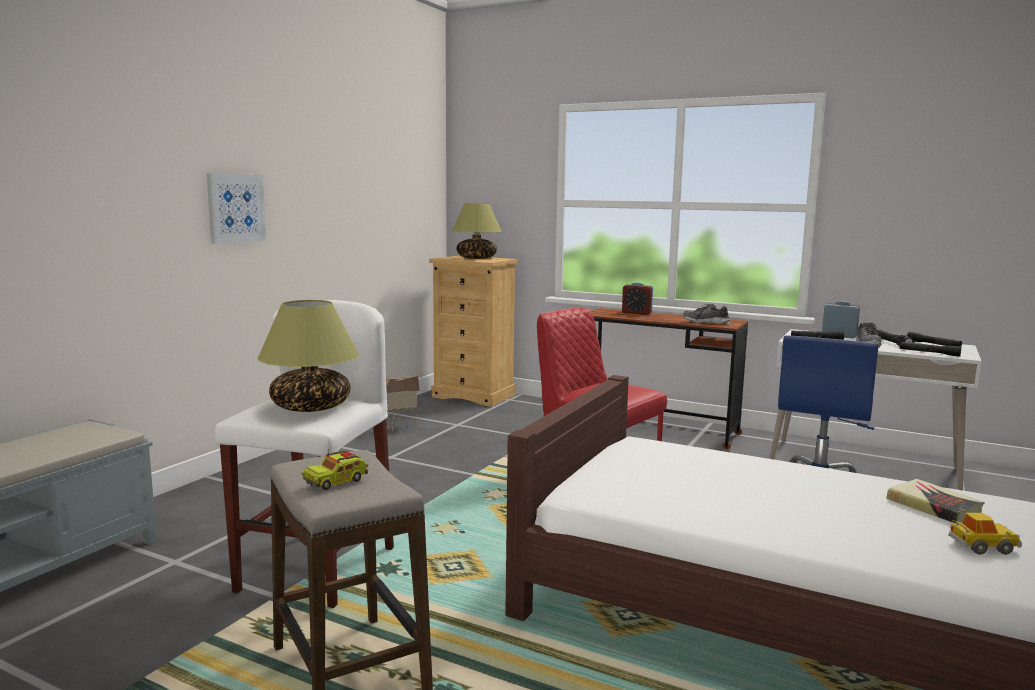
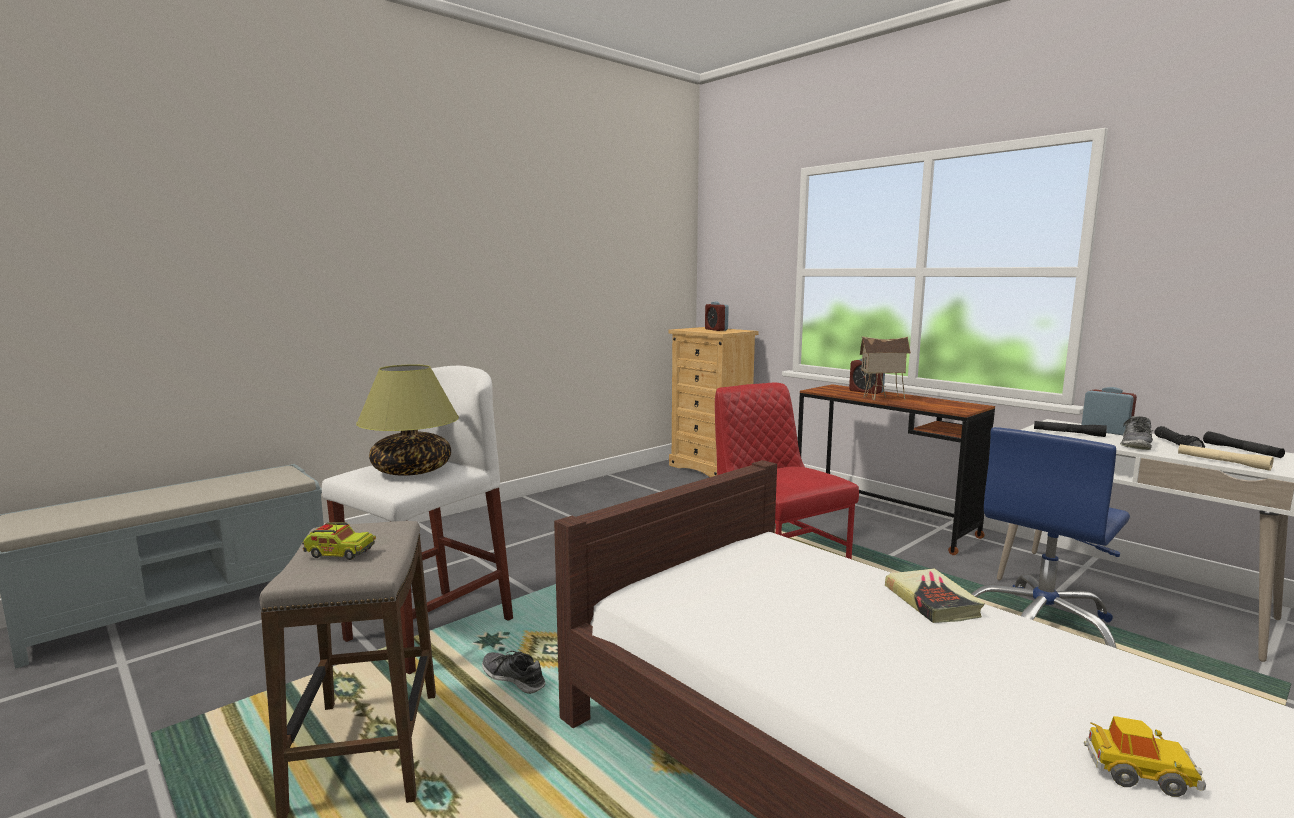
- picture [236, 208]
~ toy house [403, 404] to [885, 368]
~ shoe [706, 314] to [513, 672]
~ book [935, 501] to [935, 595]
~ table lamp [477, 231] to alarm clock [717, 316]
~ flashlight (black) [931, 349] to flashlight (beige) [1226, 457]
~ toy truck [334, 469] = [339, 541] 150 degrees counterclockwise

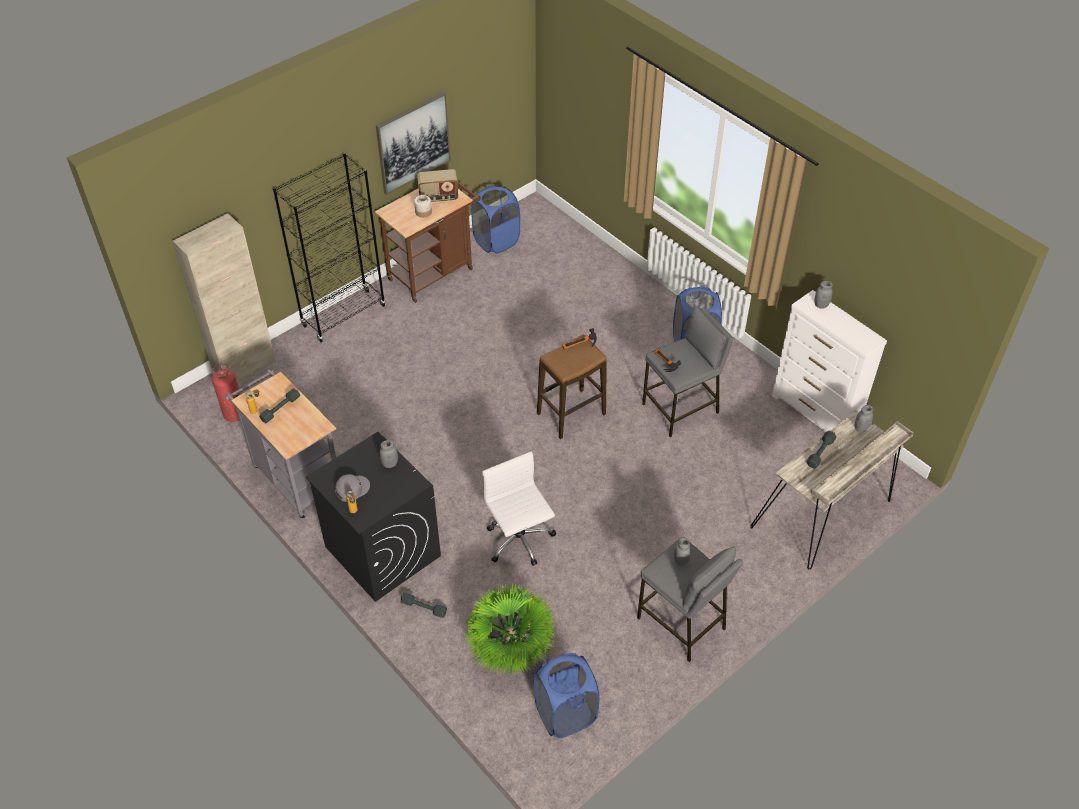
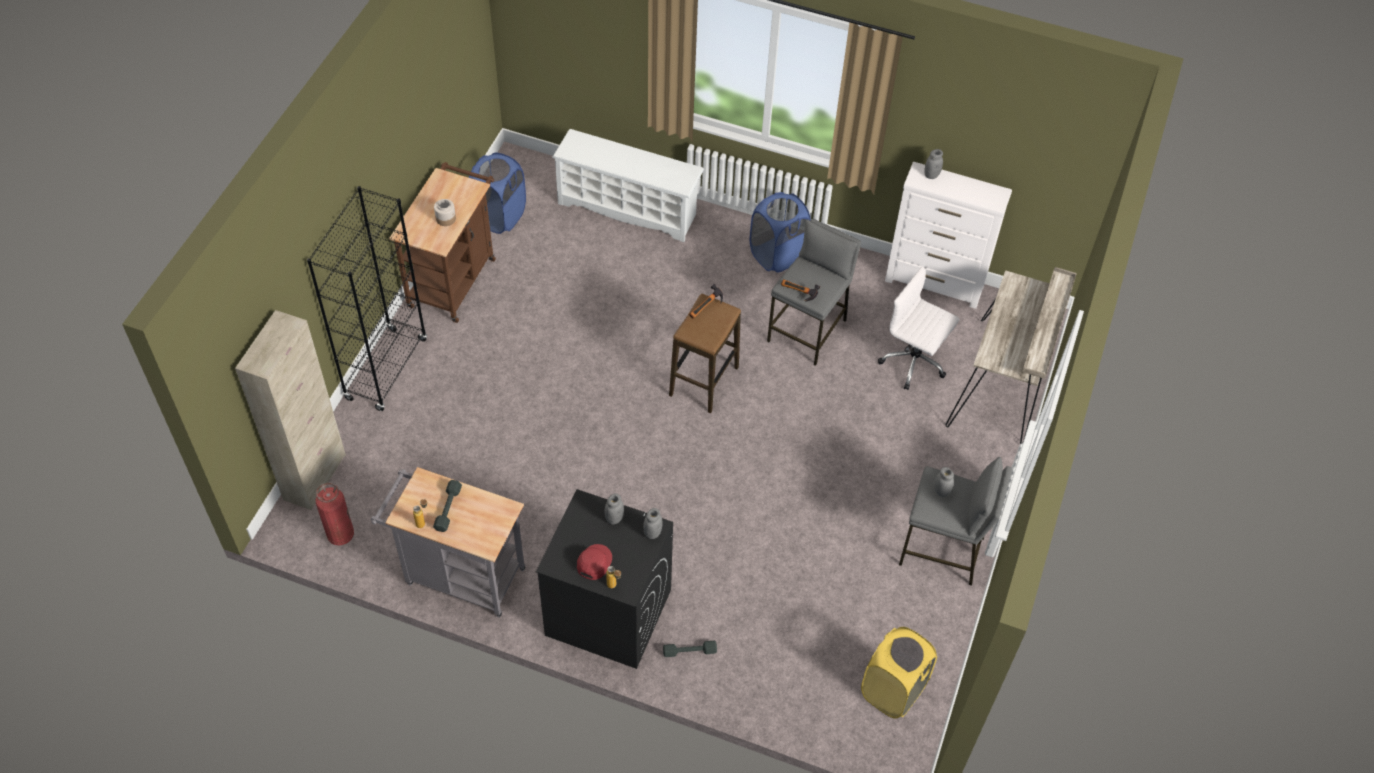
- picture [413, 143]
- radio [437, 185]
- potted plant [511, 629]
- dumbbell (grey) [821, 449]
+ shoe rack (white) [628, 185]
~ office chair (white) [519, 509] to [918, 328]
~ jar (grey) [864, 418] to [652, 523]
~ cap (grey) [352, 488] to cap (red) [594, 562]
~ laundry basket (blue) [567, 695] to laundry basket (yellow) [899, 673]

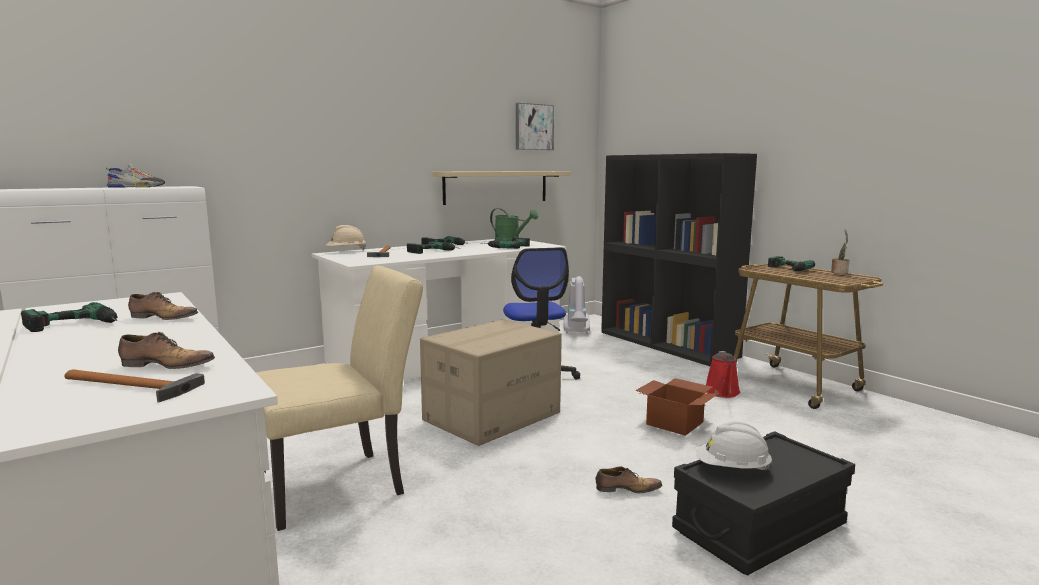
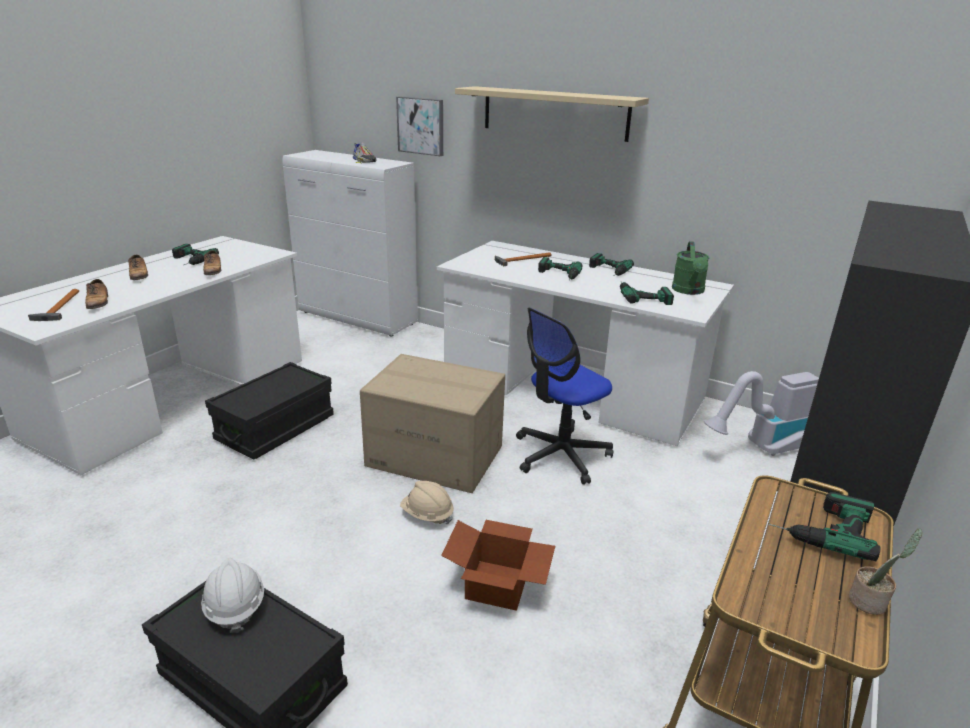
- watering can (red) [723, 374]
~ hard hat (beige) [346, 237] to [427, 502]
~ shelf (beige) [501, 188] to [552, 114]
~ picture [535, 126] to [419, 126]
~ shoe [629, 479] to [138, 267]
~ chair (beige) [339, 398] to storage box (black) [269, 411]

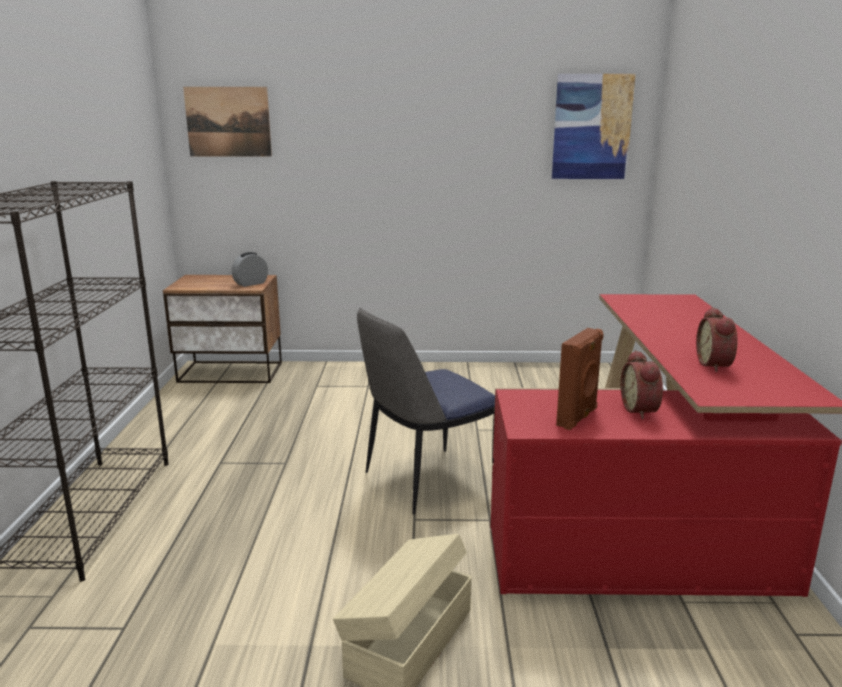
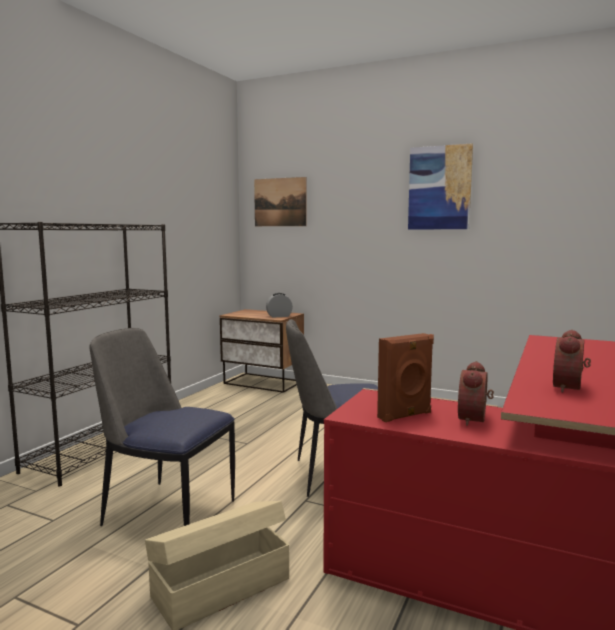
+ chair [162, 427]
~ picture [594, 126] to [440, 186]

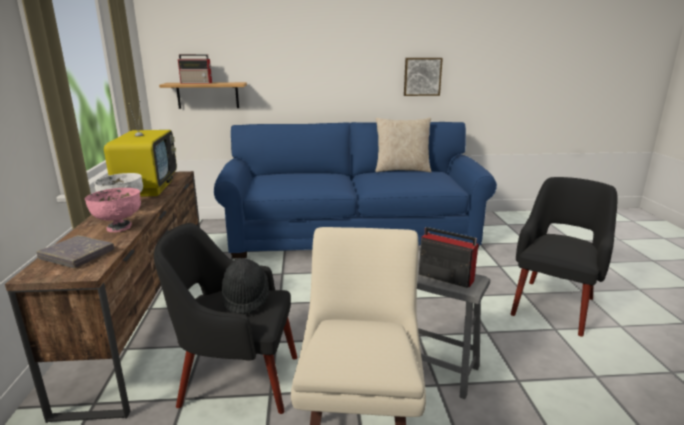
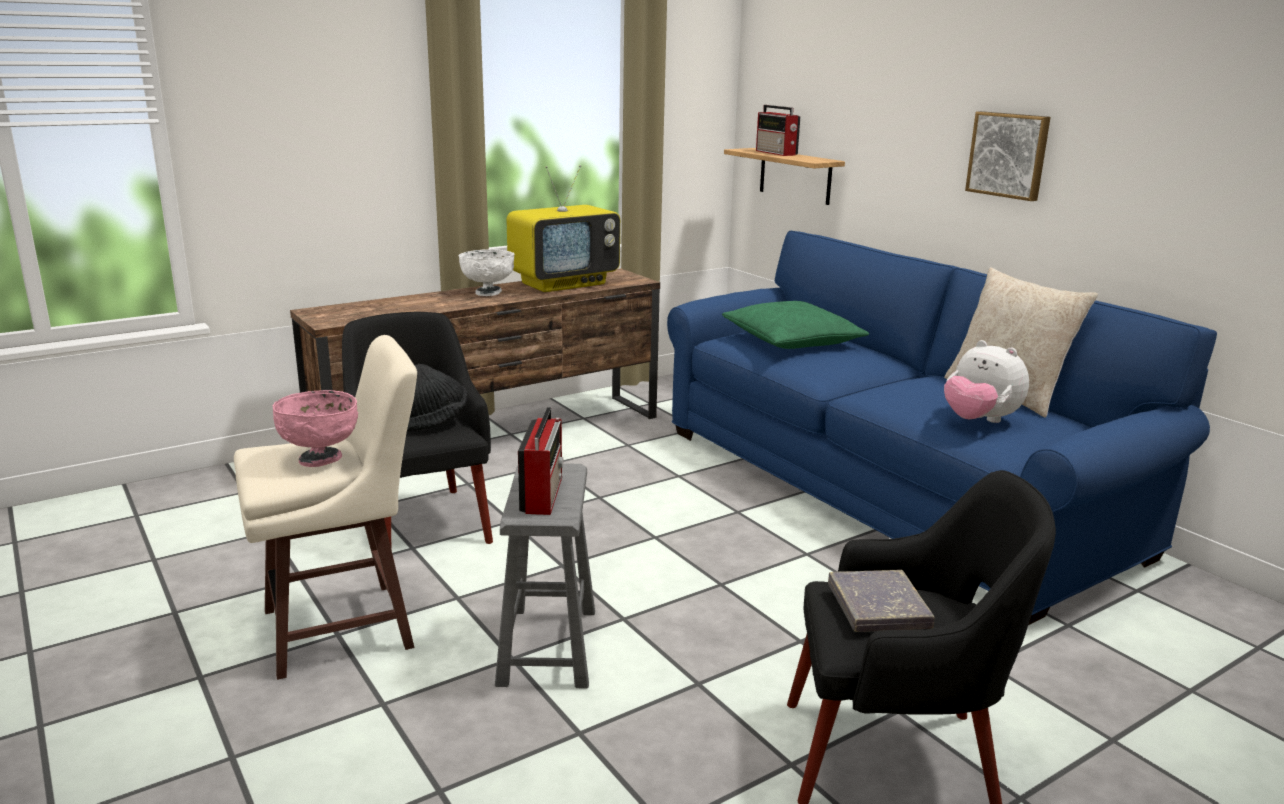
+ pillow (green) [795, 325]
+ plush toy [986, 381]
~ book (grey) [75, 251] to [881, 601]
~ bowl (pink) [113, 210] to [315, 428]
~ picture [423, 77] to [1008, 156]

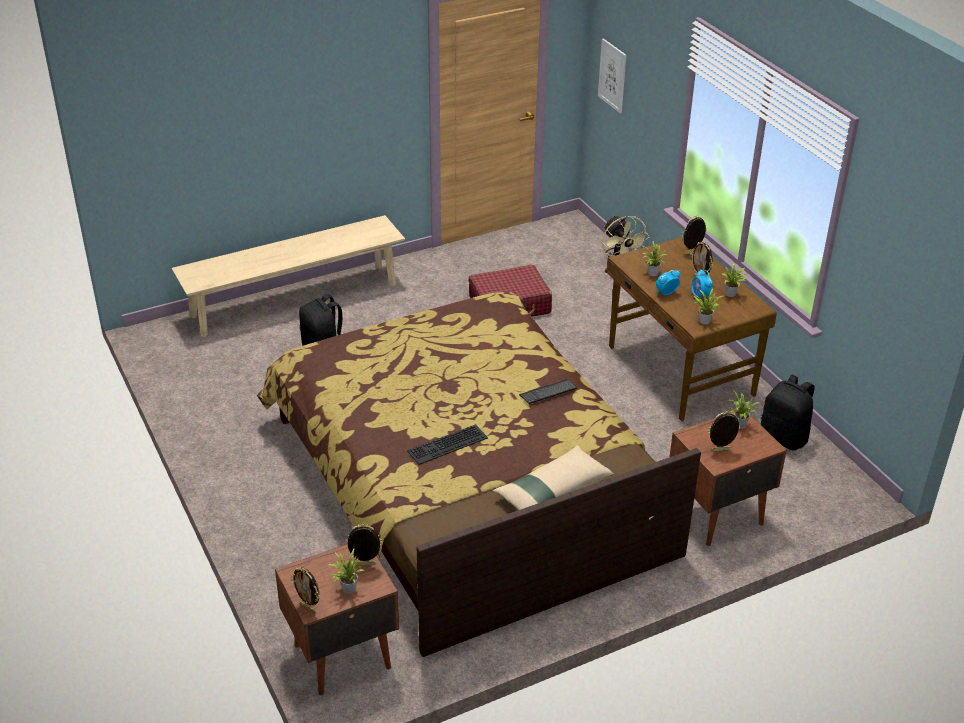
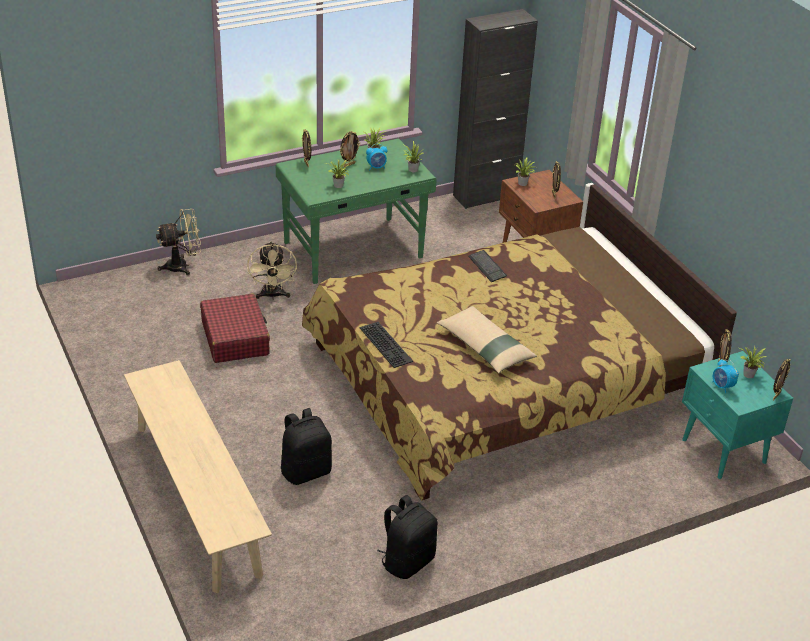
- picture [612, 76]
+ fan (beige) [272, 270]
+ cabinet (black) [495, 109]
~ keyboard [447, 444] to [386, 345]
~ pillow (beige) [553, 477] to [487, 339]
~ alarm clock [668, 283] to [726, 376]
~ backpack (black) [787, 412] to [407, 537]
~ nightstand (brown) [337, 619] to nightstand (turquoise) [737, 415]
~ desk (brown) [691, 329] to desk (green) [356, 211]

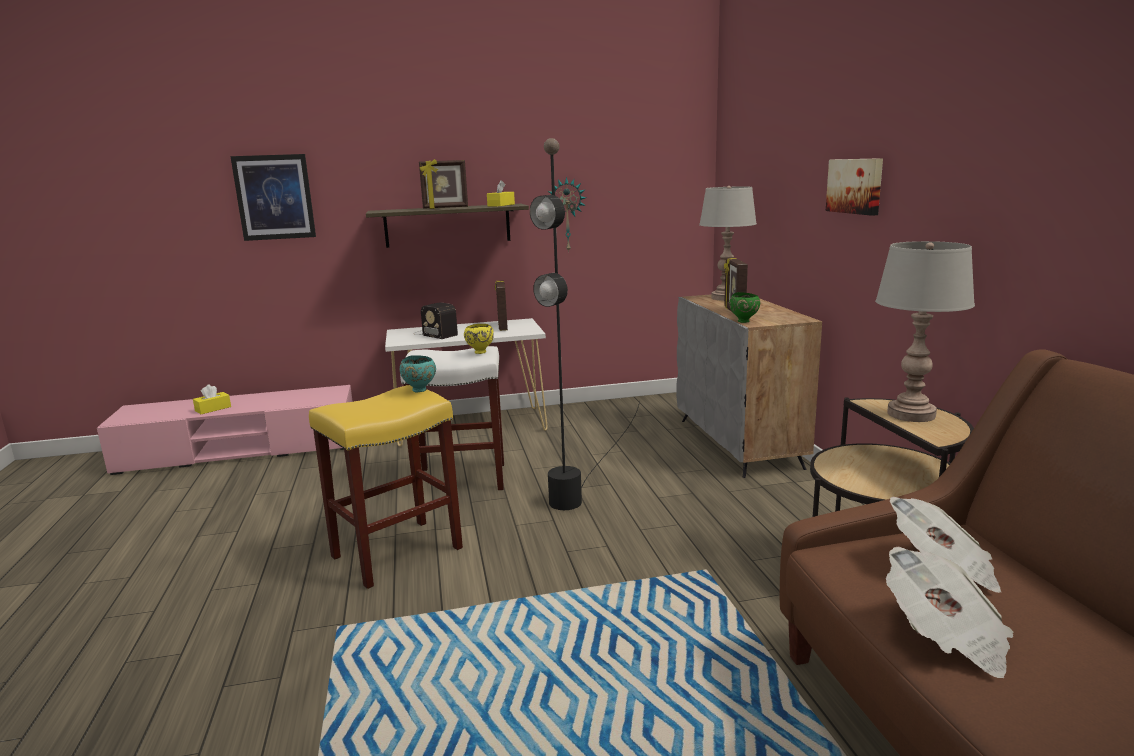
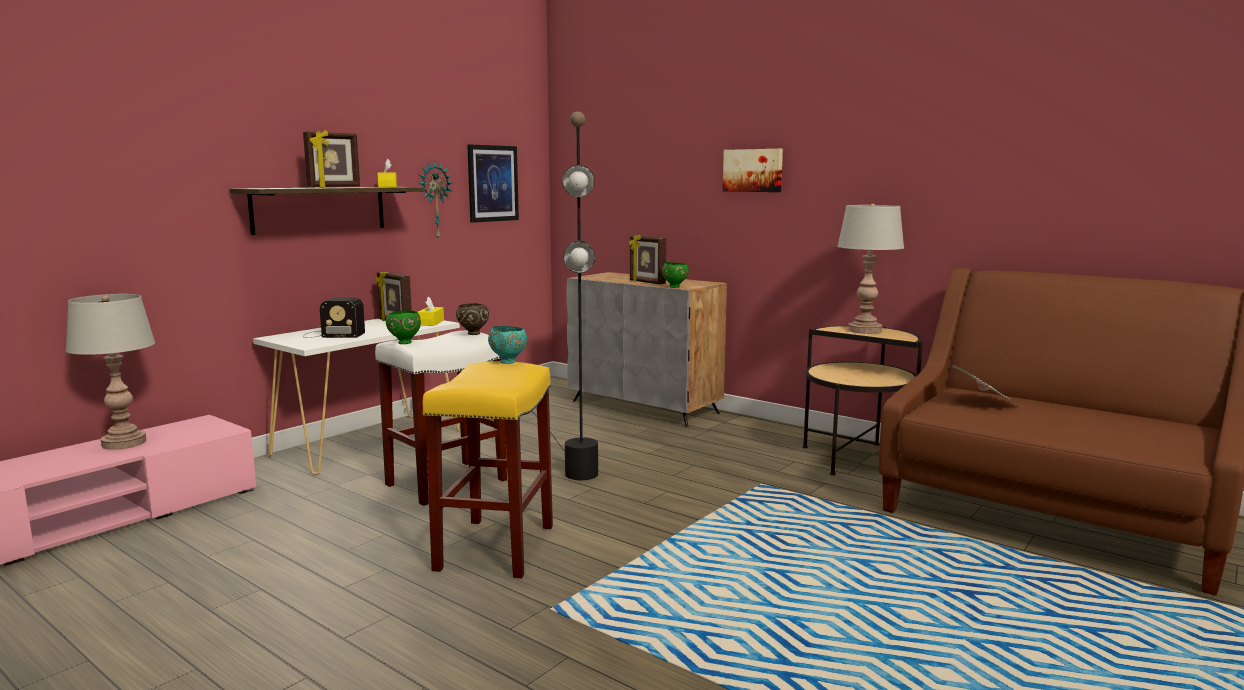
- newspaper [949, 612]
+ bowl (green) [403, 327]
~ tissue box (yellow) [212, 399] to [430, 311]
~ picture [273, 197] to [493, 183]
~ table lamp (grey) [728, 243] to [110, 372]
~ bowl (yellow) [479, 339] to bowl (brown) [472, 319]

